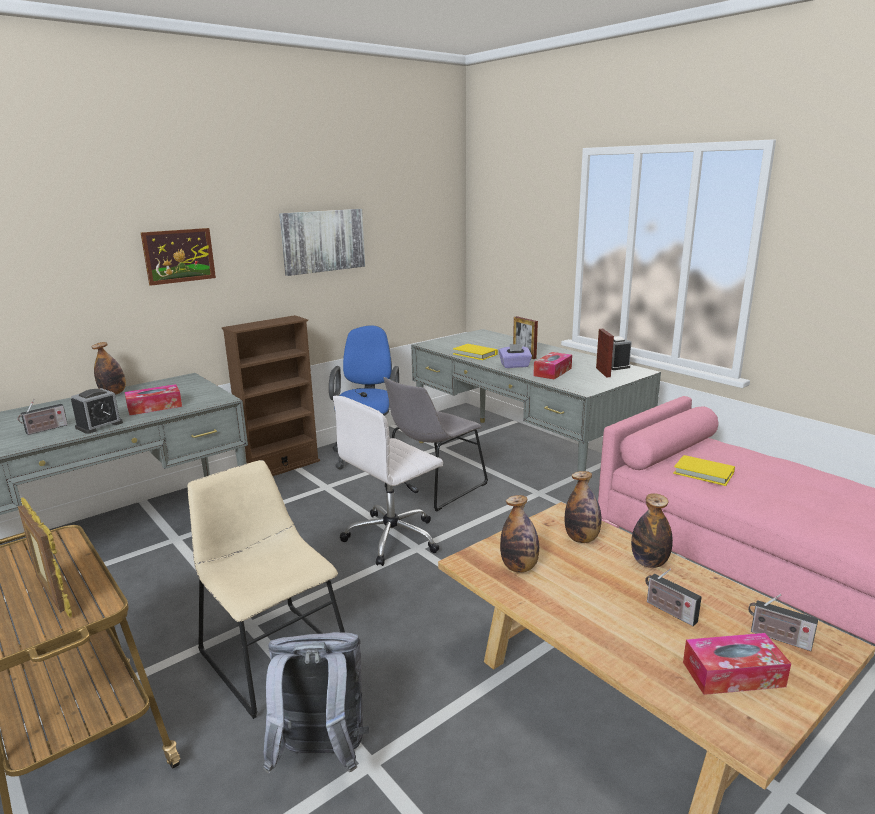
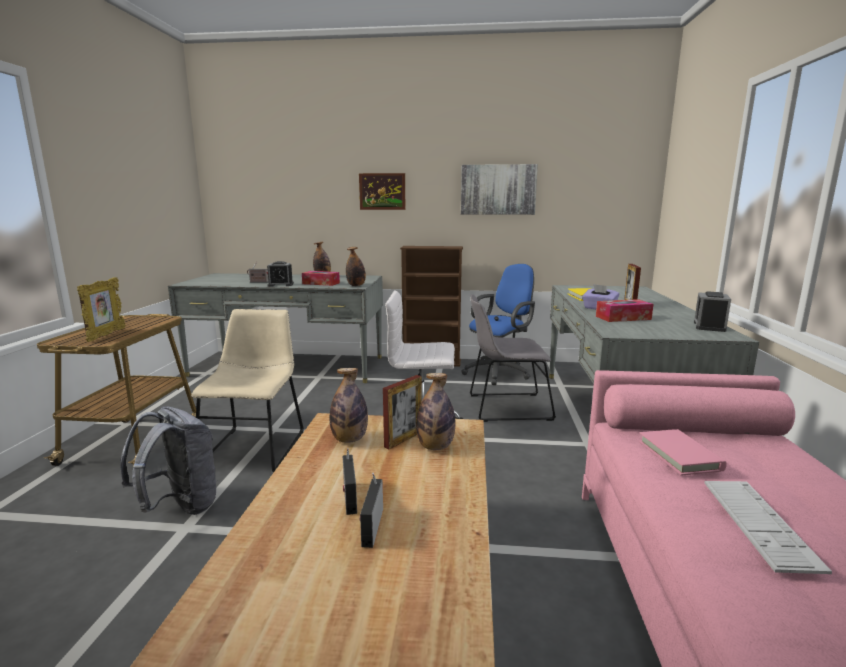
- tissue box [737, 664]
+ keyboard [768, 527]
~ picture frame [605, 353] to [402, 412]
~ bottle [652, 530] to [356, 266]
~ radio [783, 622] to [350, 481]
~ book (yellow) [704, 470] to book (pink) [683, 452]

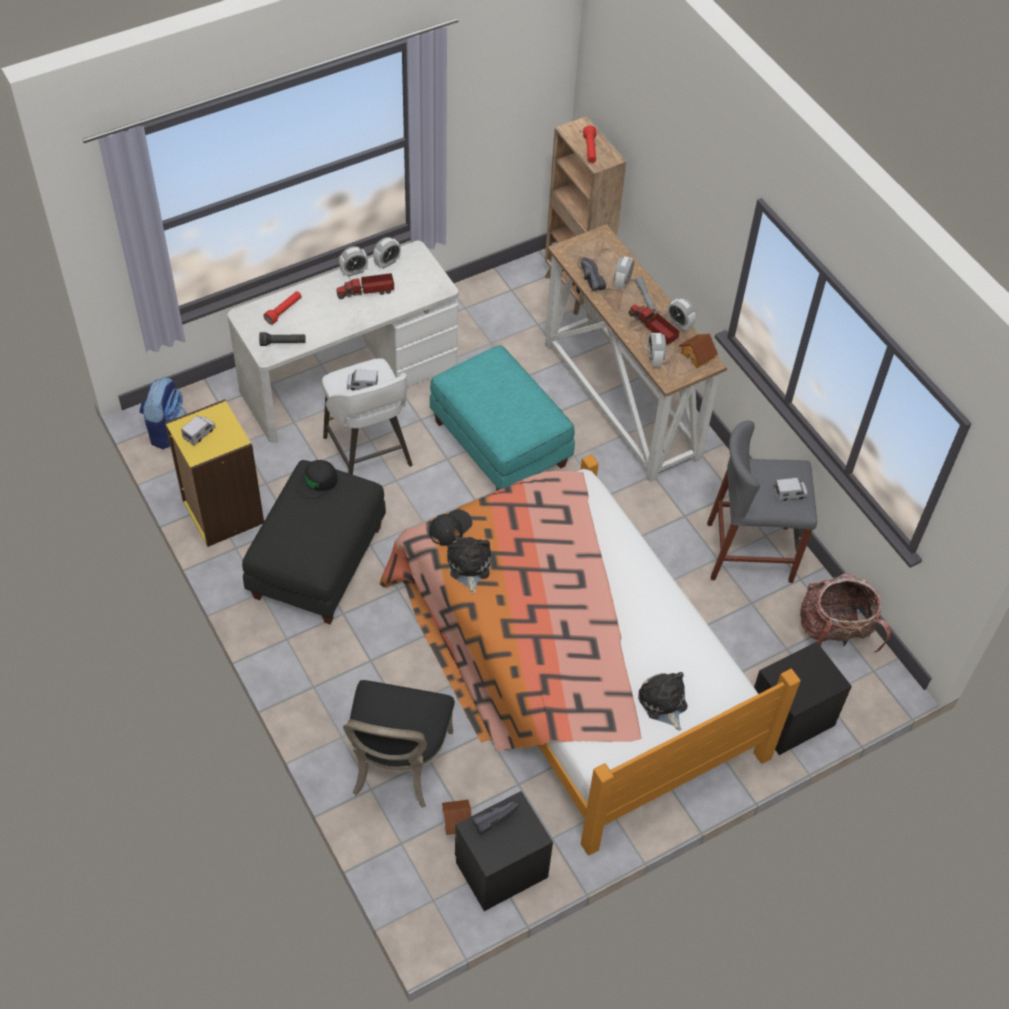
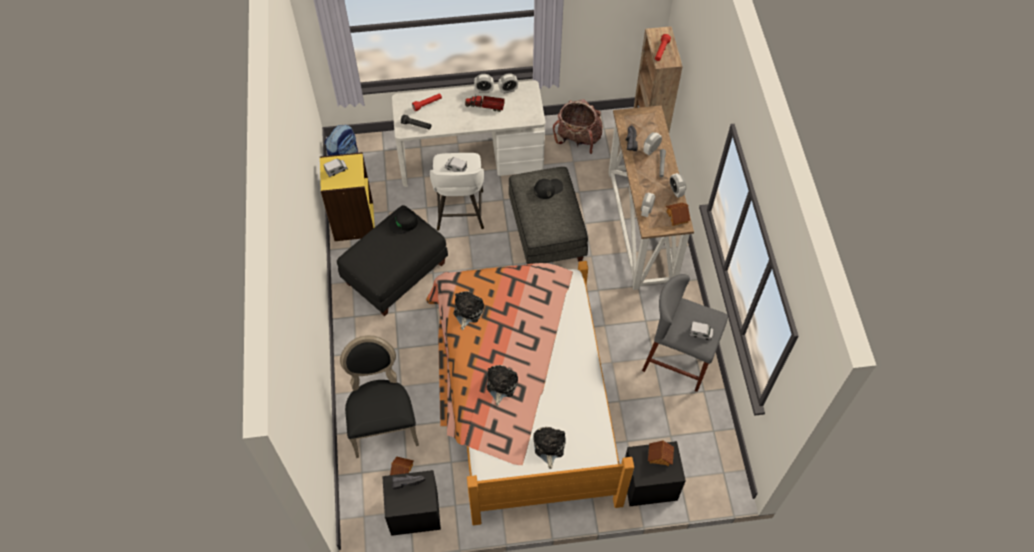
- toy truck [654, 324]
+ plush toy [502, 385]
+ toy house [661, 453]
~ cap (black) [450, 527] to [548, 189]
~ backpack [845, 613] to [577, 126]
~ ottoman (turquoise) [502, 418] to ottoman (grey) [548, 215]
~ chair (black) [399, 744] = [379, 396] 135 degrees clockwise

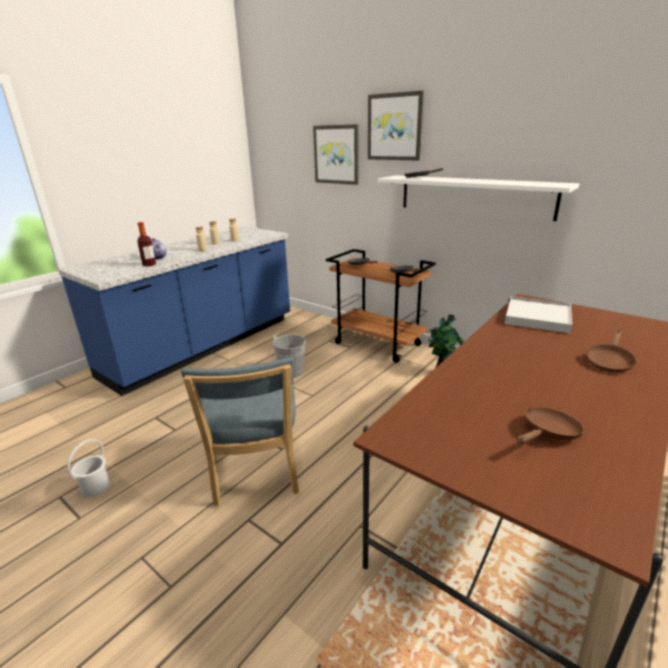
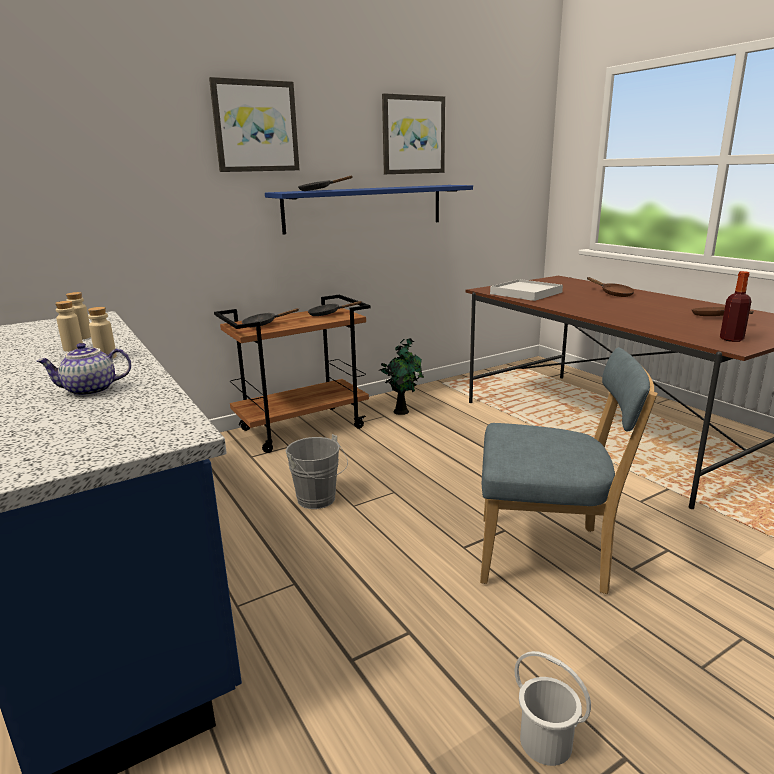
~ bottle [146, 244] to [736, 306]
~ picture [336, 154] to [413, 133]
~ shelf (white) [478, 198] to shelf (blue) [369, 210]

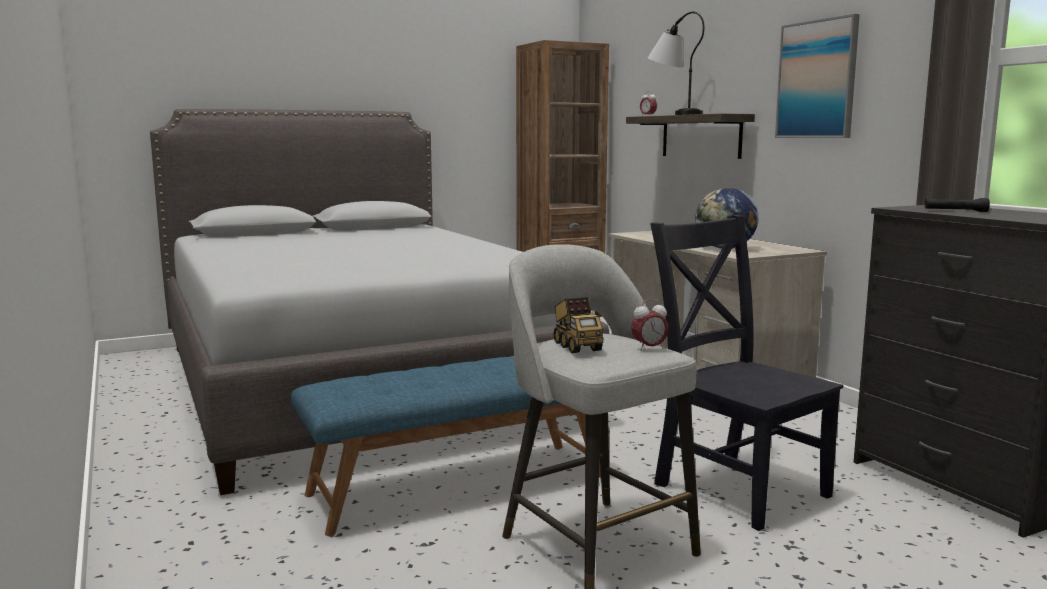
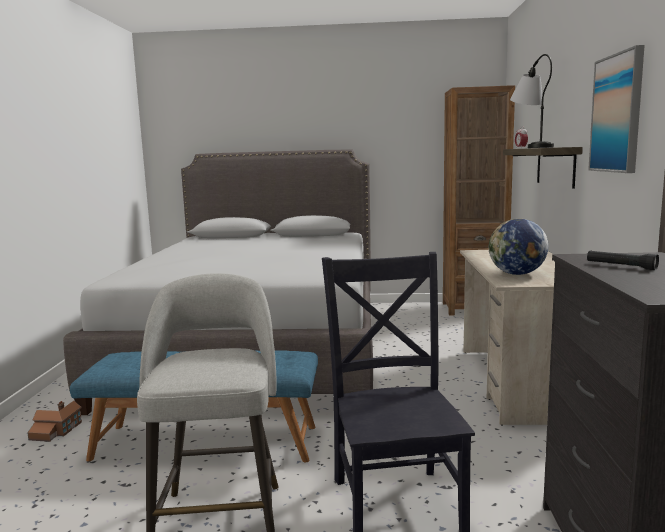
- toy truck [578, 325]
- alarm clock [650, 325]
+ toy house [54, 421]

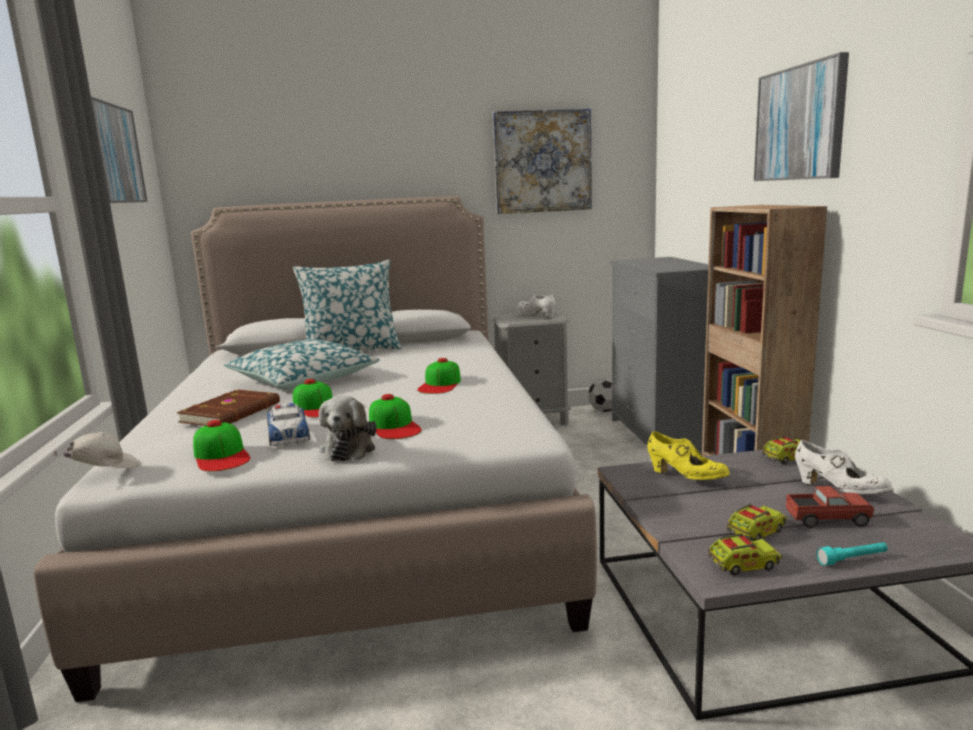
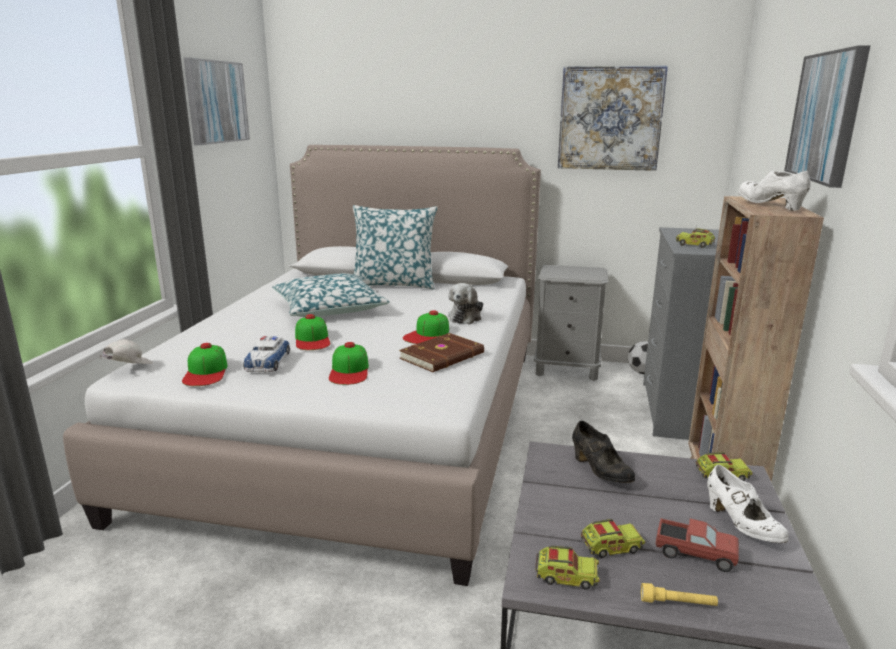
+ toy truck [696, 238]
~ book (brown) [228, 407] to [441, 352]
~ plush toy [348, 428] to [465, 304]
~ shoe (white) [537, 306] to [774, 191]
~ shoe (yellow) [688, 455] to shoe (black) [603, 452]
~ flashlight (turquoise) [852, 554] to flashlight (yellow) [679, 594]
~ cap (white) [96, 450] = [126, 351] 45 degrees counterclockwise

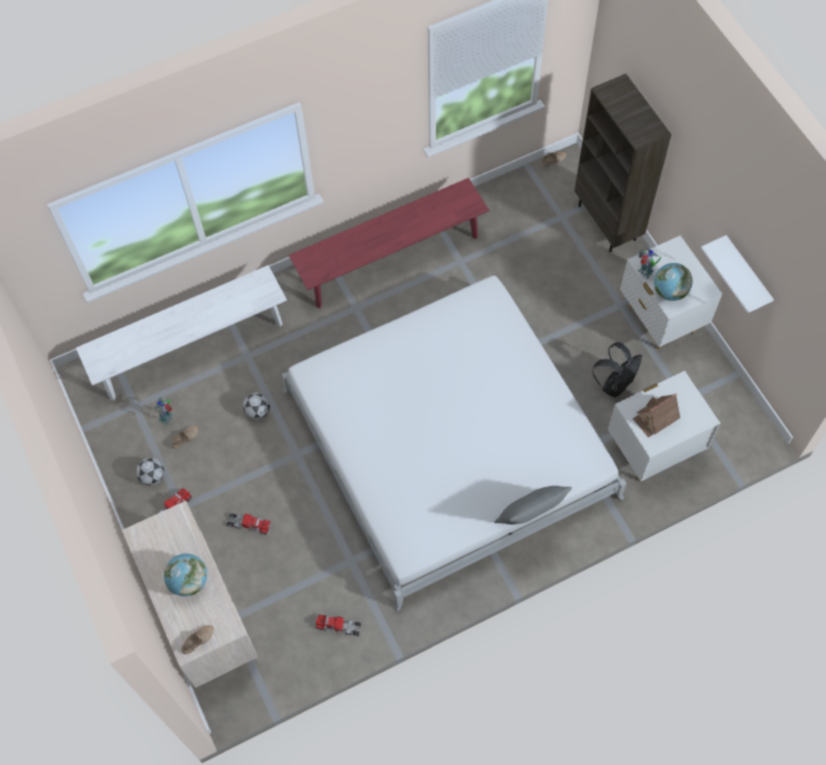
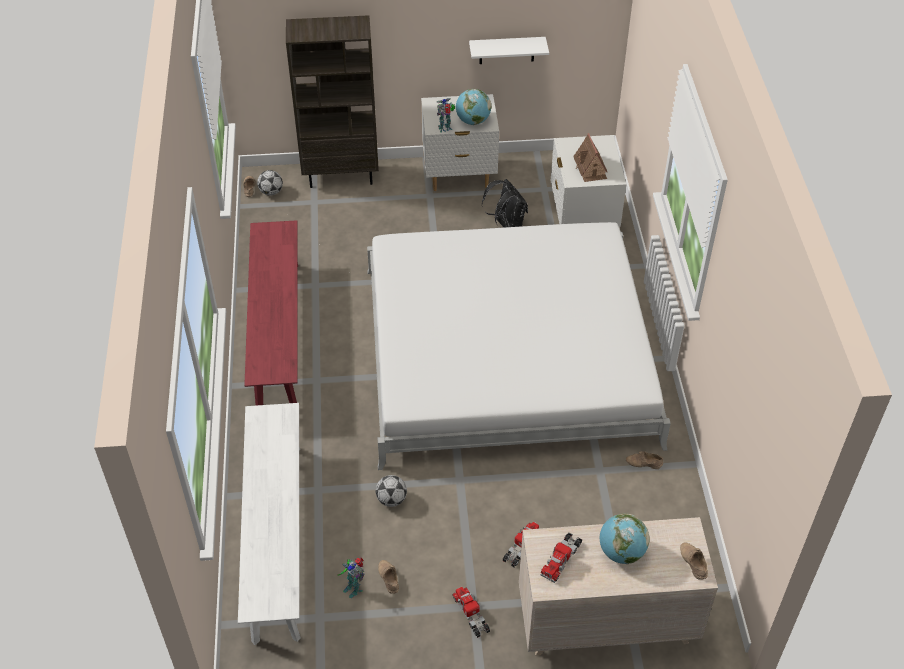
- pillow (grey) [533, 505]
+ shoe (beige) [644, 460]
~ football [150, 471] to [270, 183]
~ toy truck [338, 625] to [561, 557]

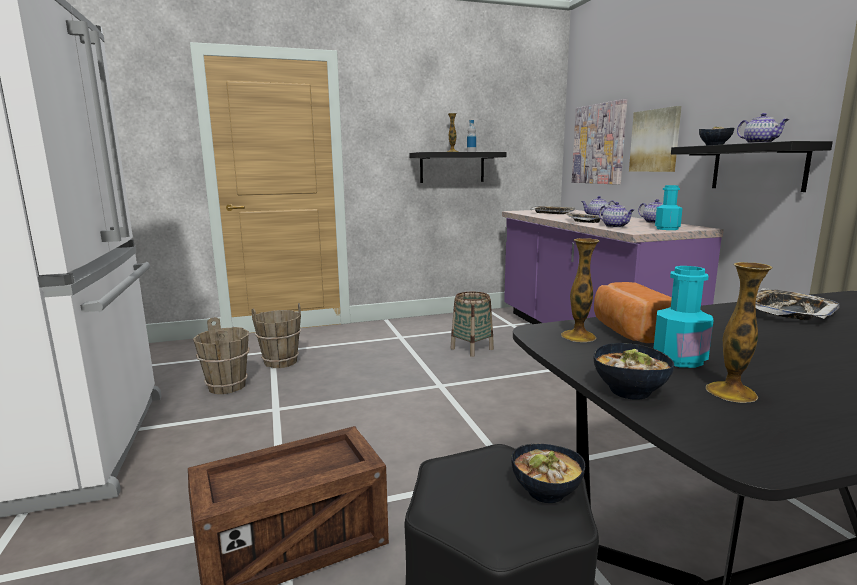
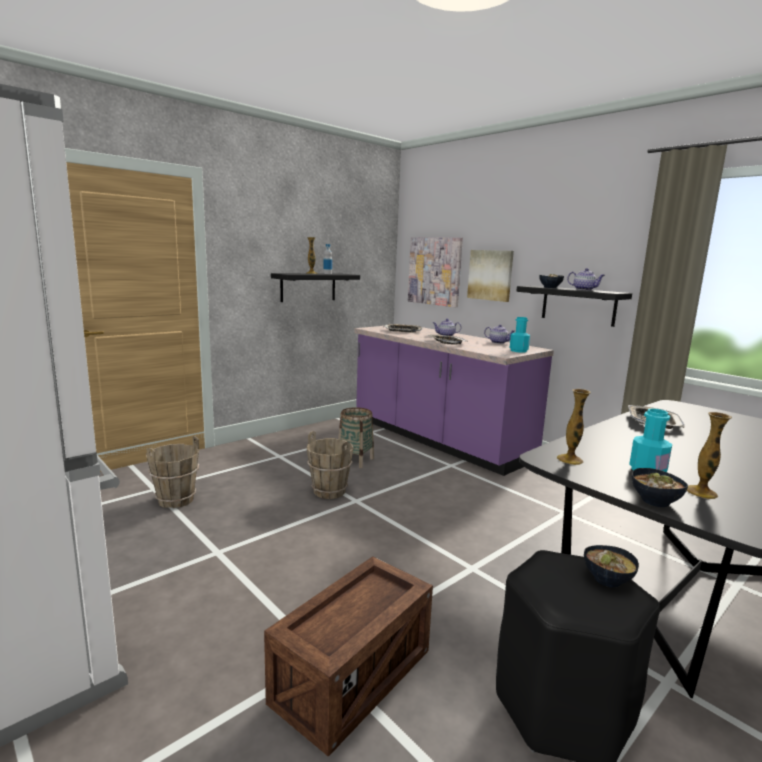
- bread [633, 312]
- teapot [616, 215]
~ bucket (brown) [221, 355] to [330, 465]

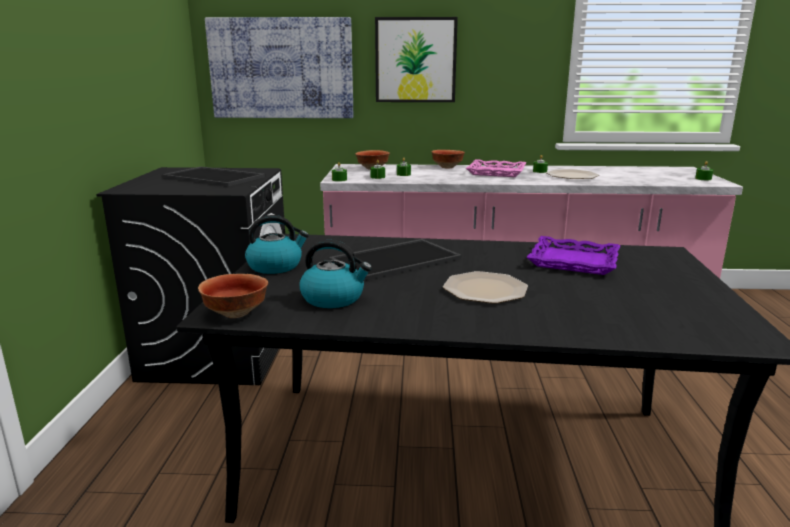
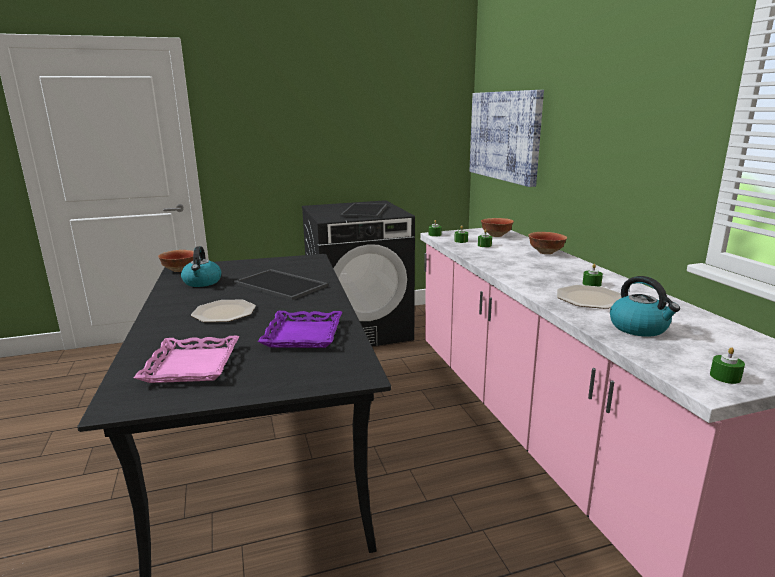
- picture [416, 59]
~ kettle [277, 244] to [645, 306]
~ tray (pink) [496, 168] to [186, 359]

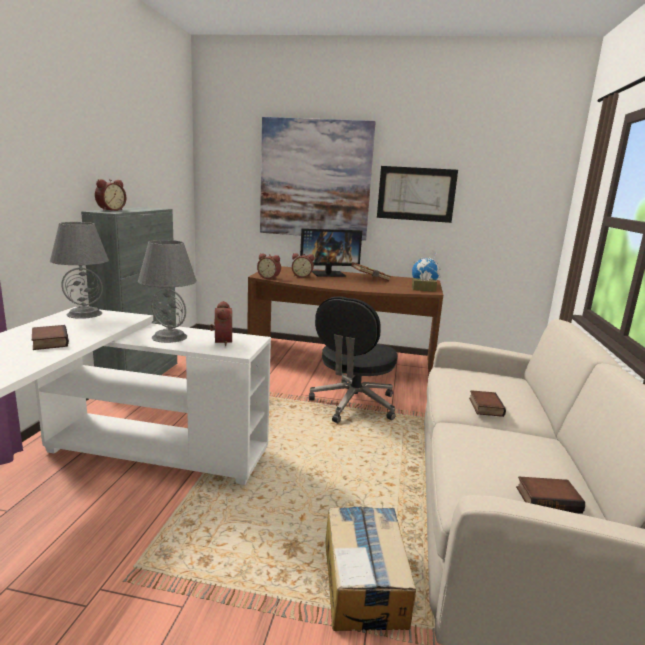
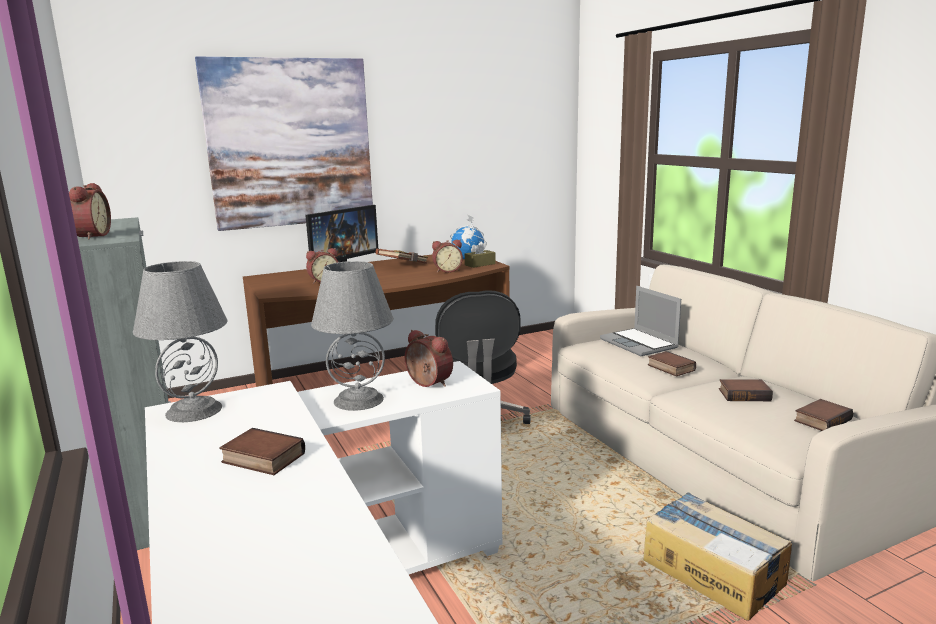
- picture [417, 194]
+ laptop [640, 321]
+ book [746, 390]
~ alarm clock [269, 266] to [447, 256]

